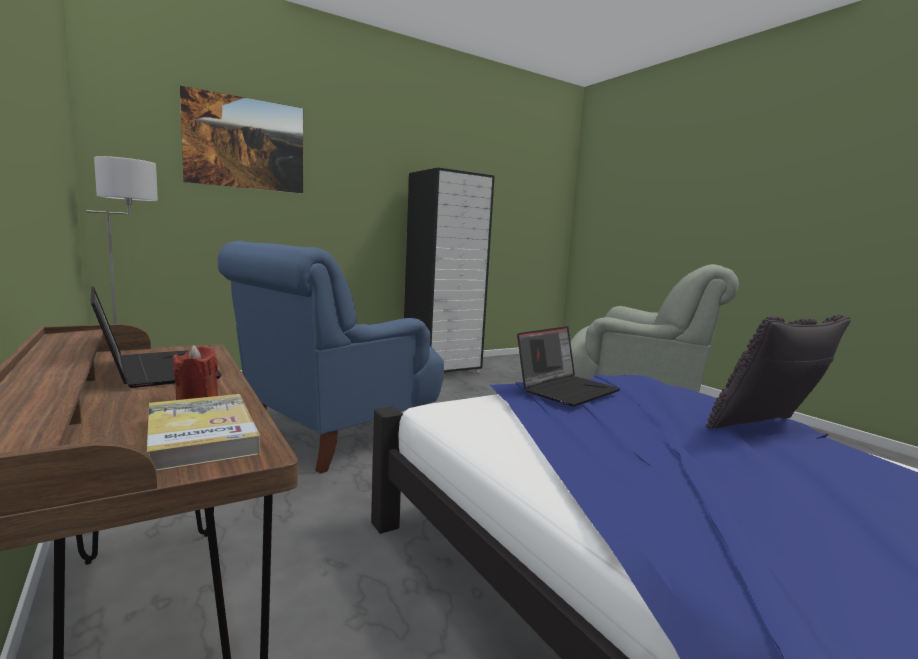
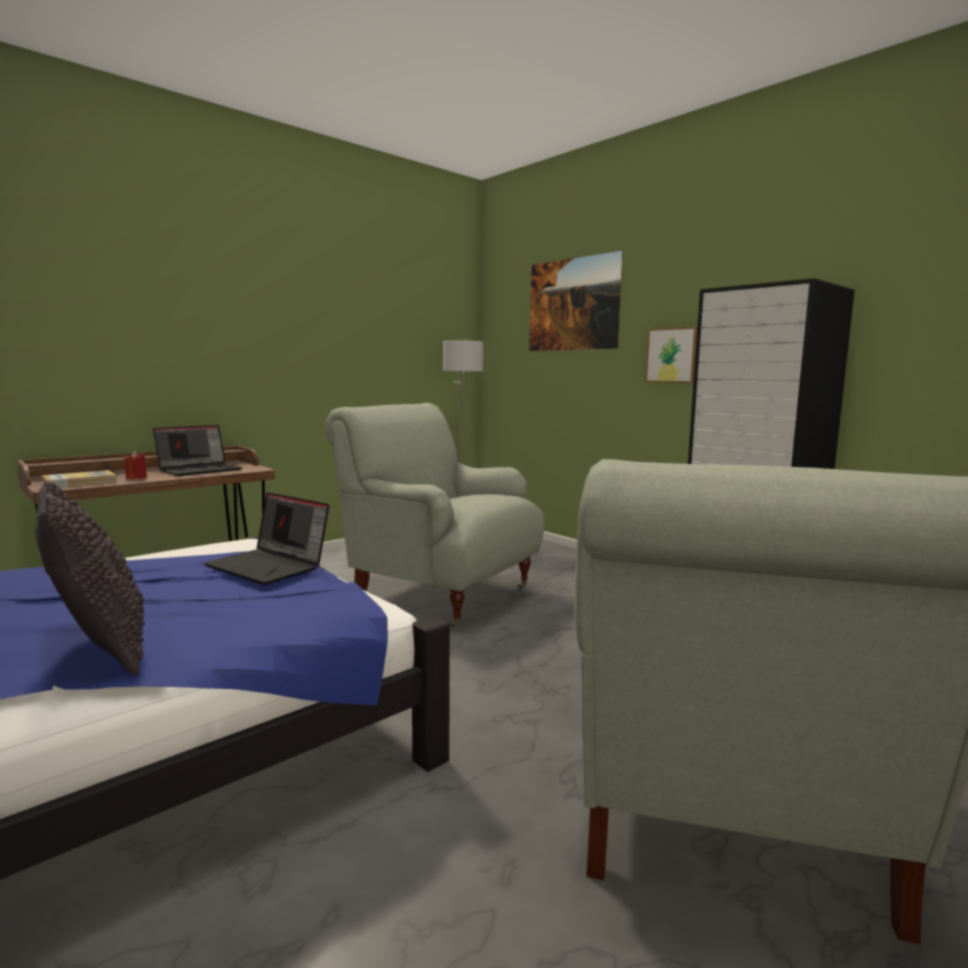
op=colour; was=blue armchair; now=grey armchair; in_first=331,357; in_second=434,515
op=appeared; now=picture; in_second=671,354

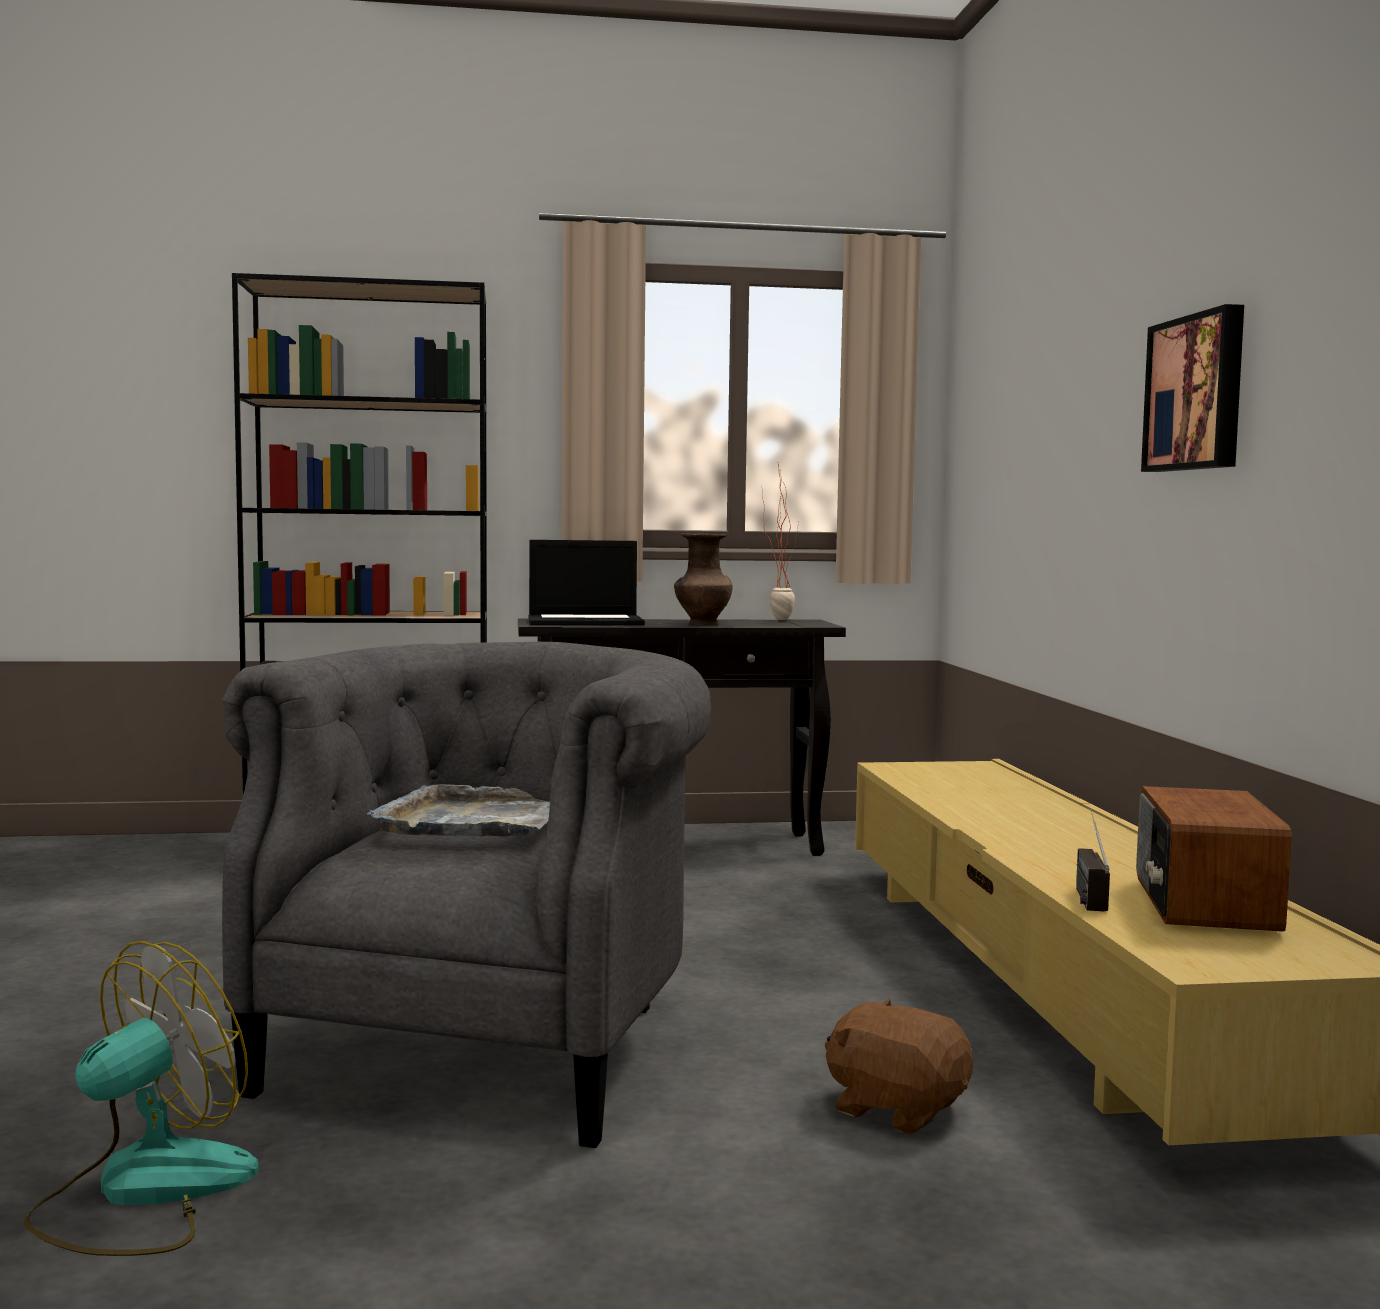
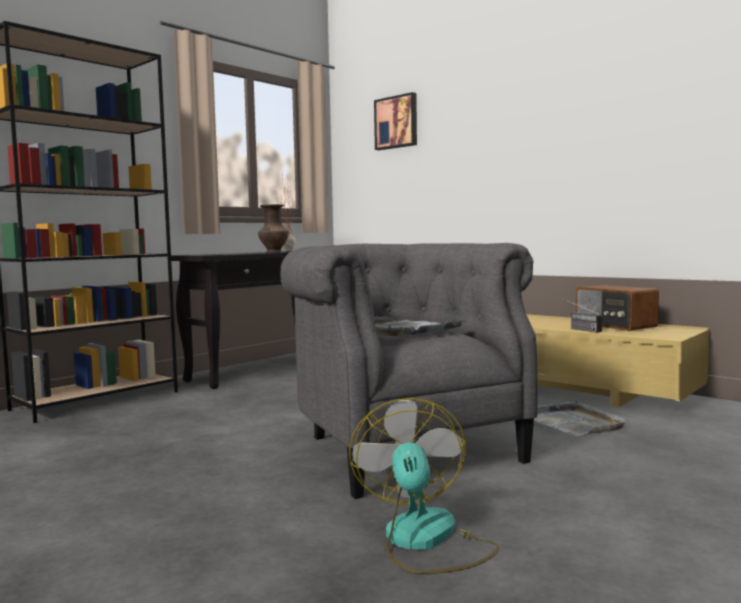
op=relocated; was=picture; in_first=1192,388; in_second=395,121
op=missing; was=laptop; in_first=586,582
op=exchanged; was=brown plush toy; now=grey tray; in_first=899,1066; in_second=580,418

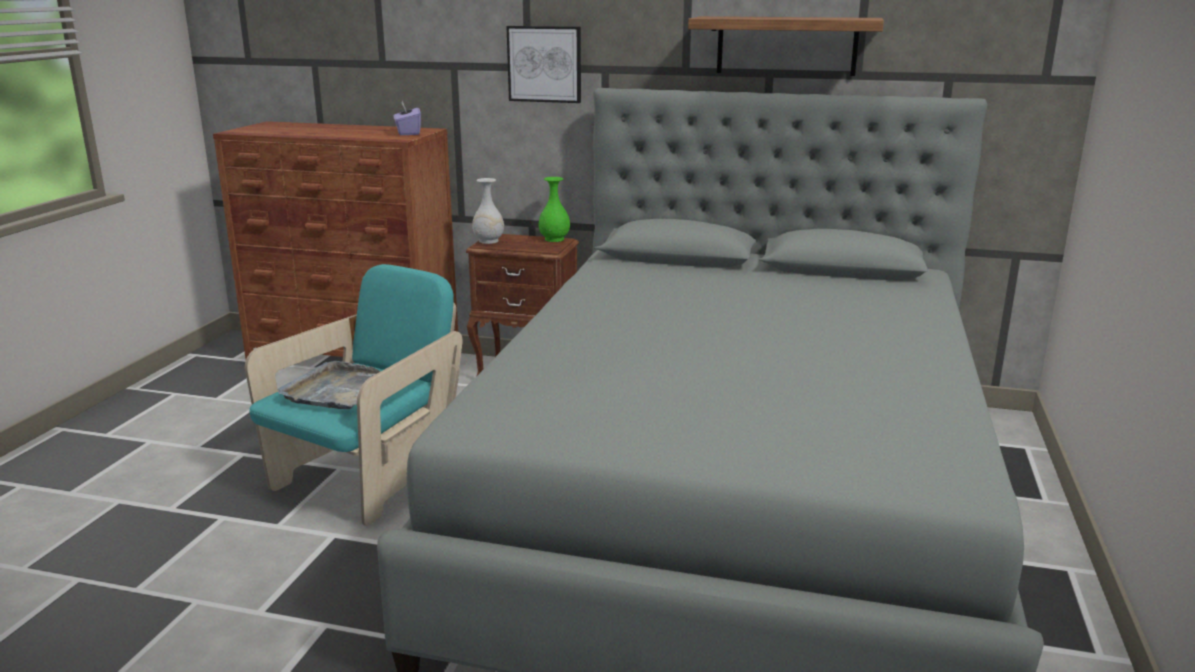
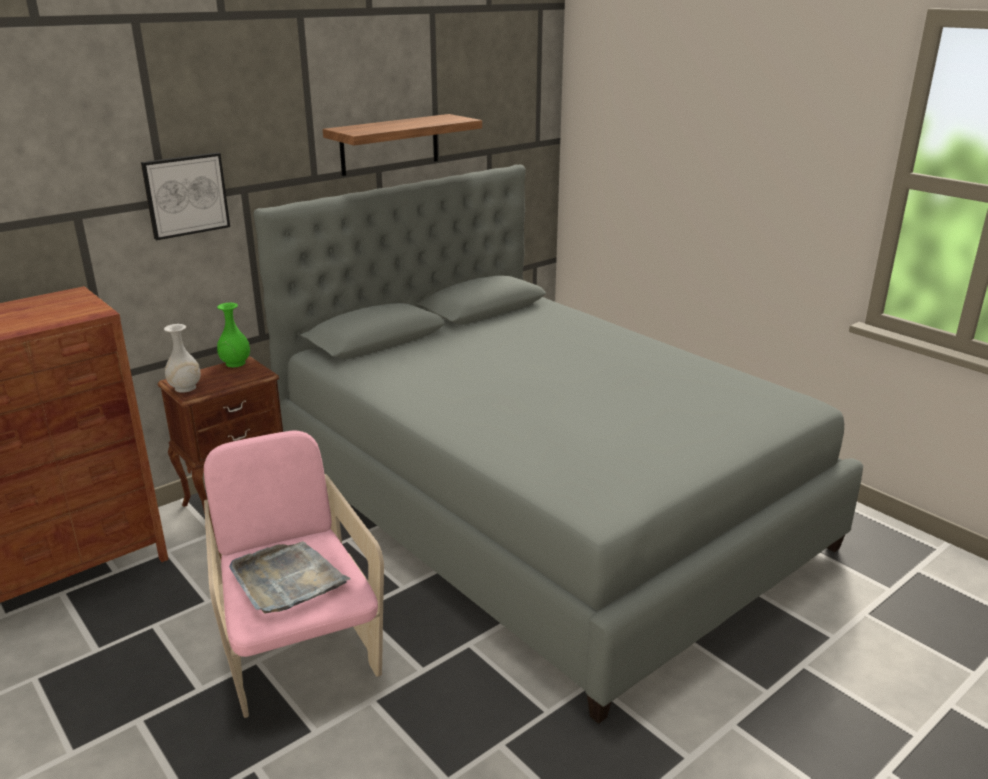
op=missing; was=purple tissue box; in_first=407,118
op=colour; was=turquoise armchair; now=pink armchair; in_first=354,395; in_second=294,574

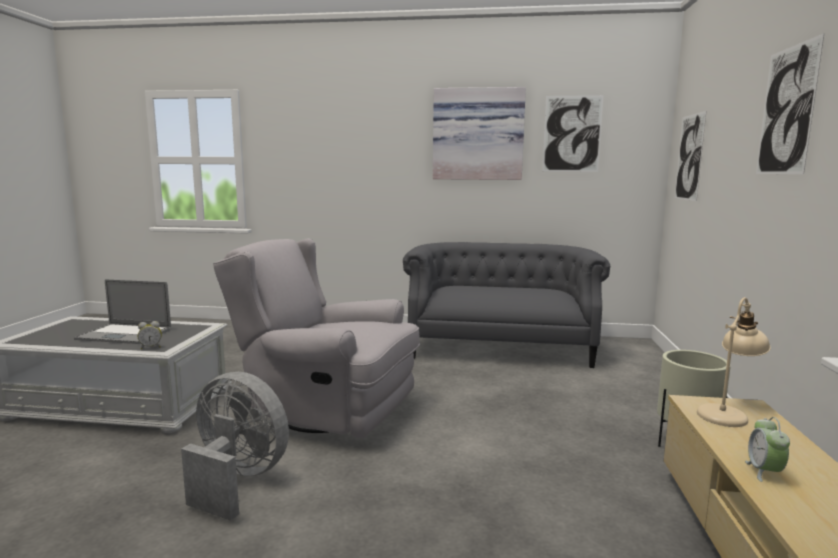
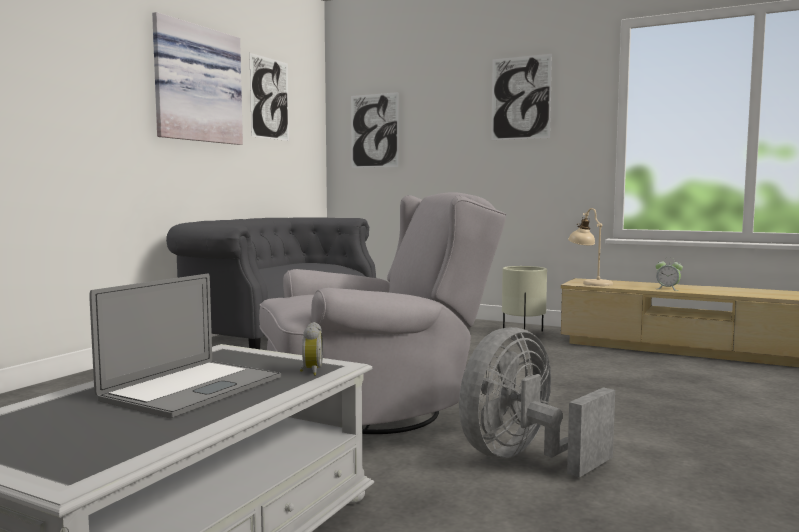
op=spun; was=grey armchair; in_first=316,338; in_second=382,313; clockwise=-150

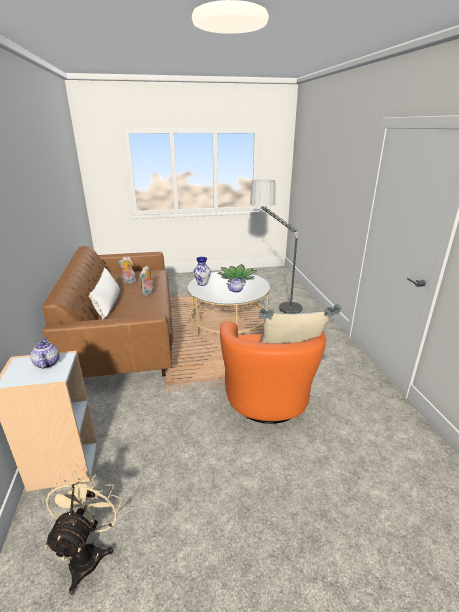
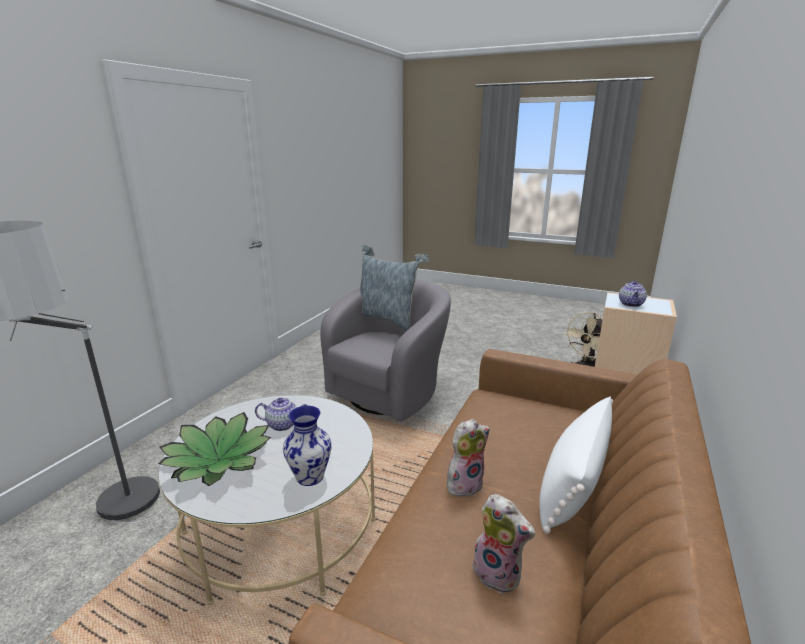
op=colour; was=orange armchair; now=grey armchair; in_first=273,372; in_second=385,350

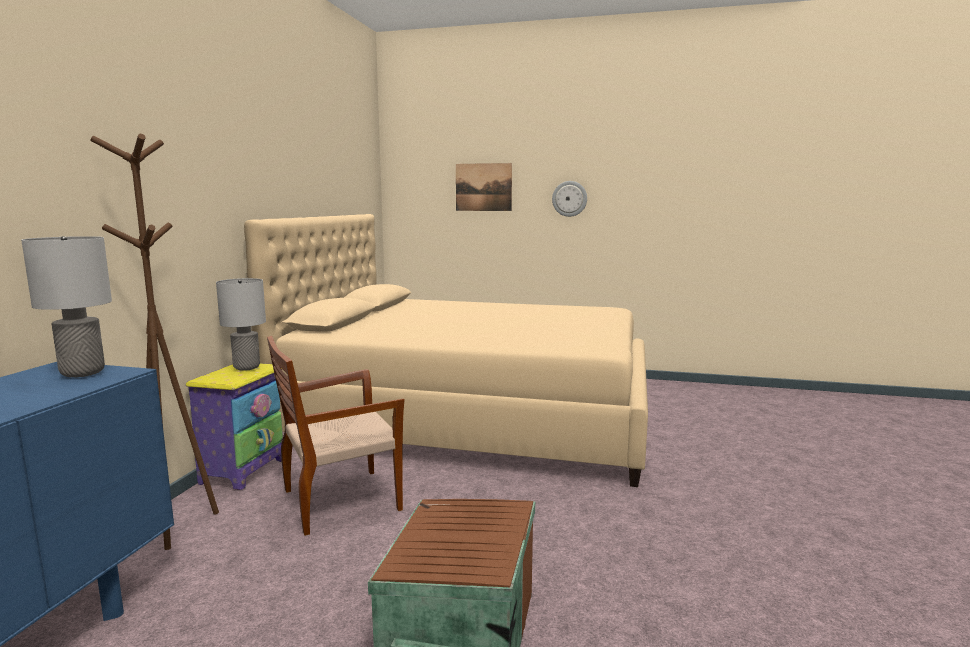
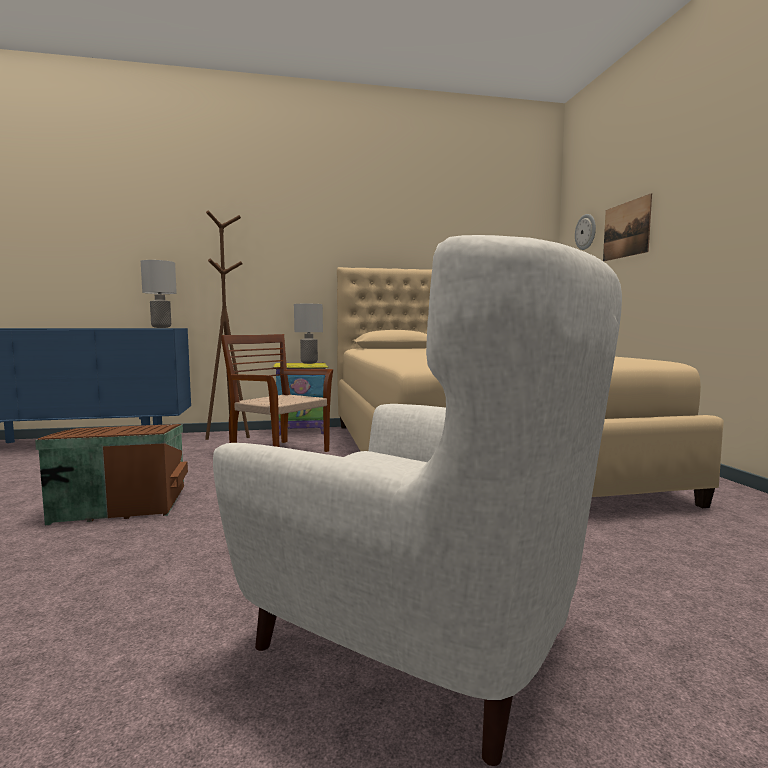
op=relocated; was=wall clock; in_first=569,199; in_second=585,232
op=appeared; now=white armchair; in_second=417,500

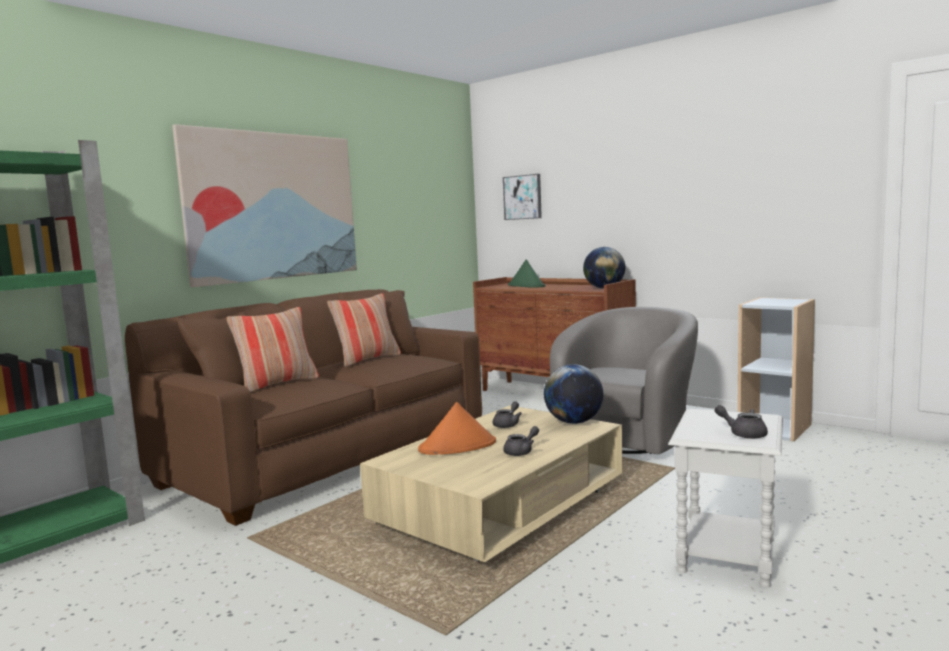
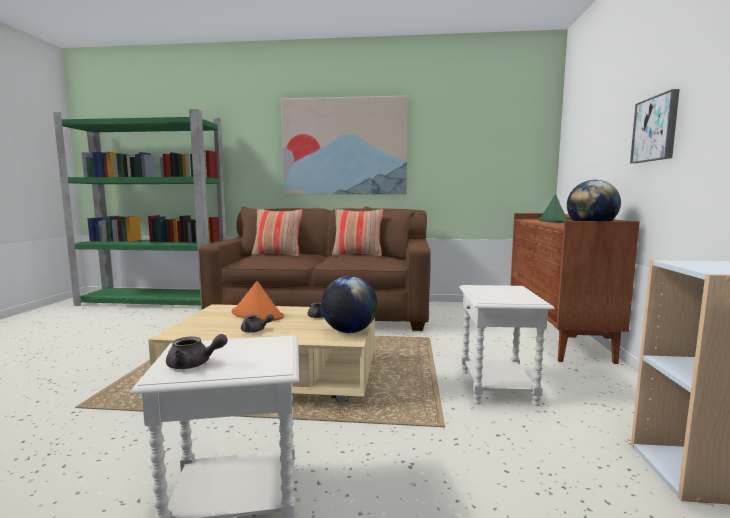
op=relocated; was=picture; in_first=522,197; in_second=655,126
op=exchanged; was=grey armchair; now=white side table; in_first=624,380; in_second=507,345
op=spun; was=grey teapot; in_first=741,422; in_second=196,351; clockwise=90

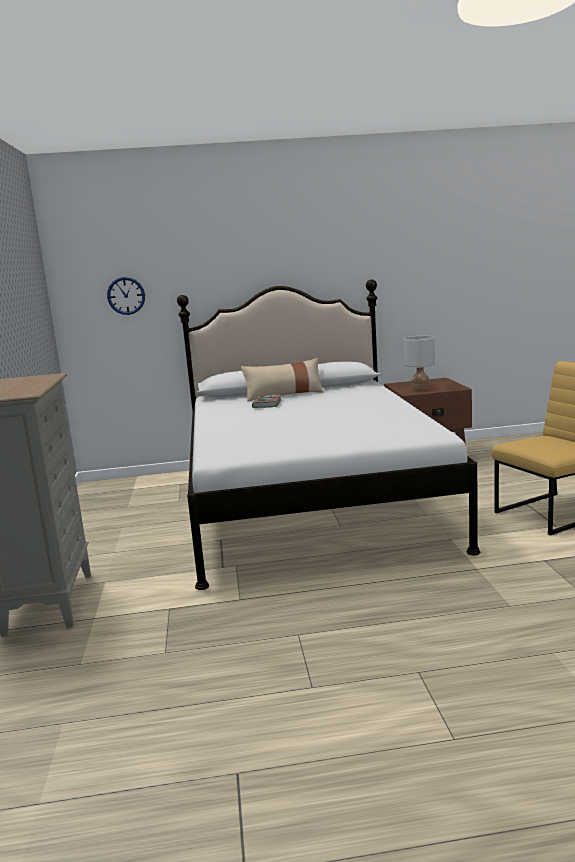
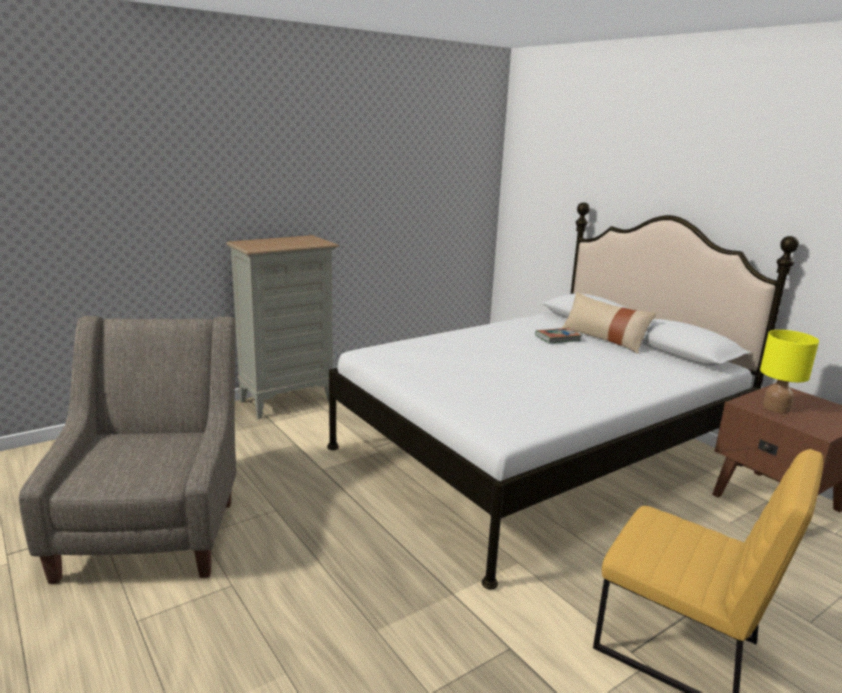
op=missing; was=wall clock; in_first=126,296
op=colour; was=grey table lamp; now=yellow table lamp; in_first=419,363; in_second=789,371
op=appeared; now=grey armchair; in_second=127,450

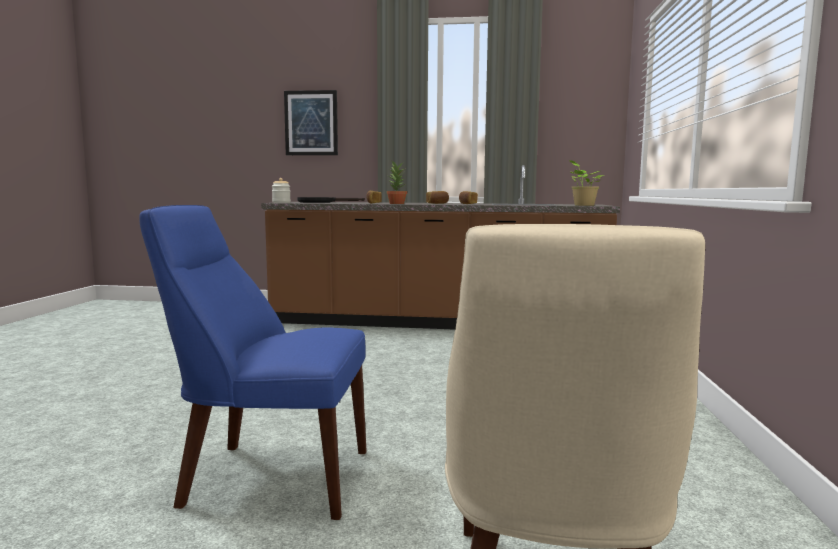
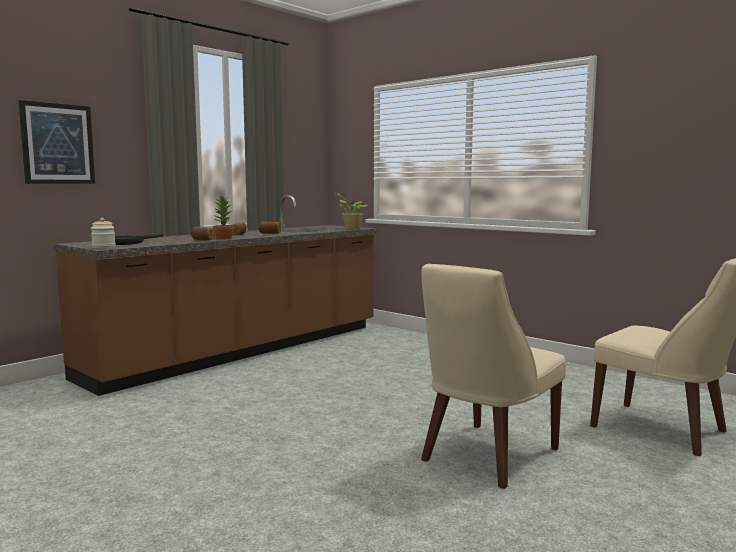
op=colour; was=blue chair; now=beige chair; in_first=253,362; in_second=493,376

